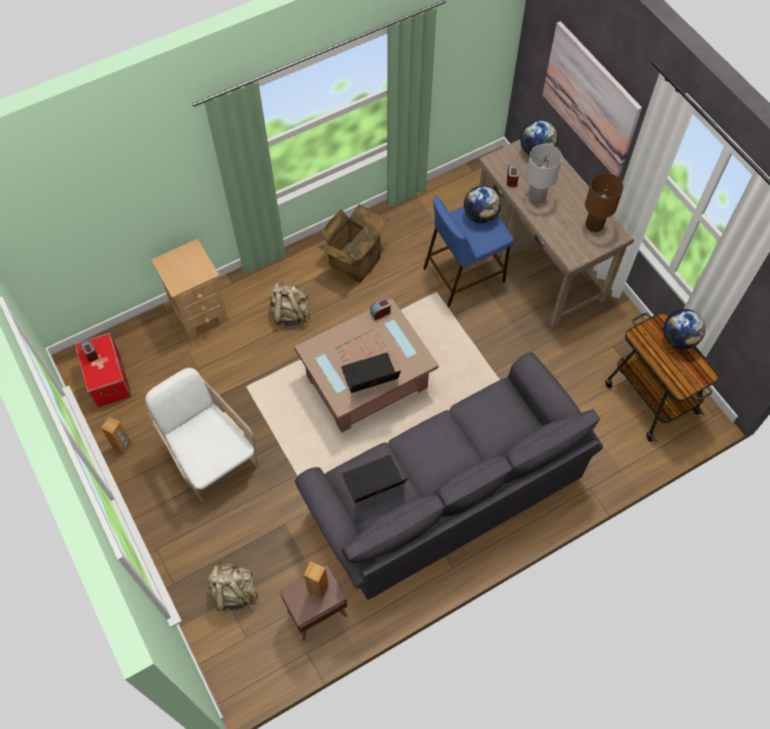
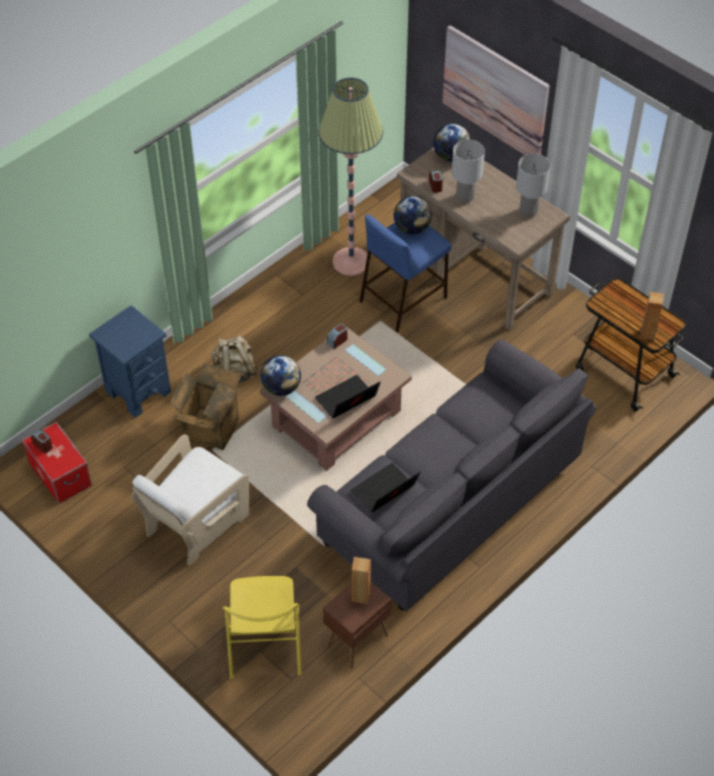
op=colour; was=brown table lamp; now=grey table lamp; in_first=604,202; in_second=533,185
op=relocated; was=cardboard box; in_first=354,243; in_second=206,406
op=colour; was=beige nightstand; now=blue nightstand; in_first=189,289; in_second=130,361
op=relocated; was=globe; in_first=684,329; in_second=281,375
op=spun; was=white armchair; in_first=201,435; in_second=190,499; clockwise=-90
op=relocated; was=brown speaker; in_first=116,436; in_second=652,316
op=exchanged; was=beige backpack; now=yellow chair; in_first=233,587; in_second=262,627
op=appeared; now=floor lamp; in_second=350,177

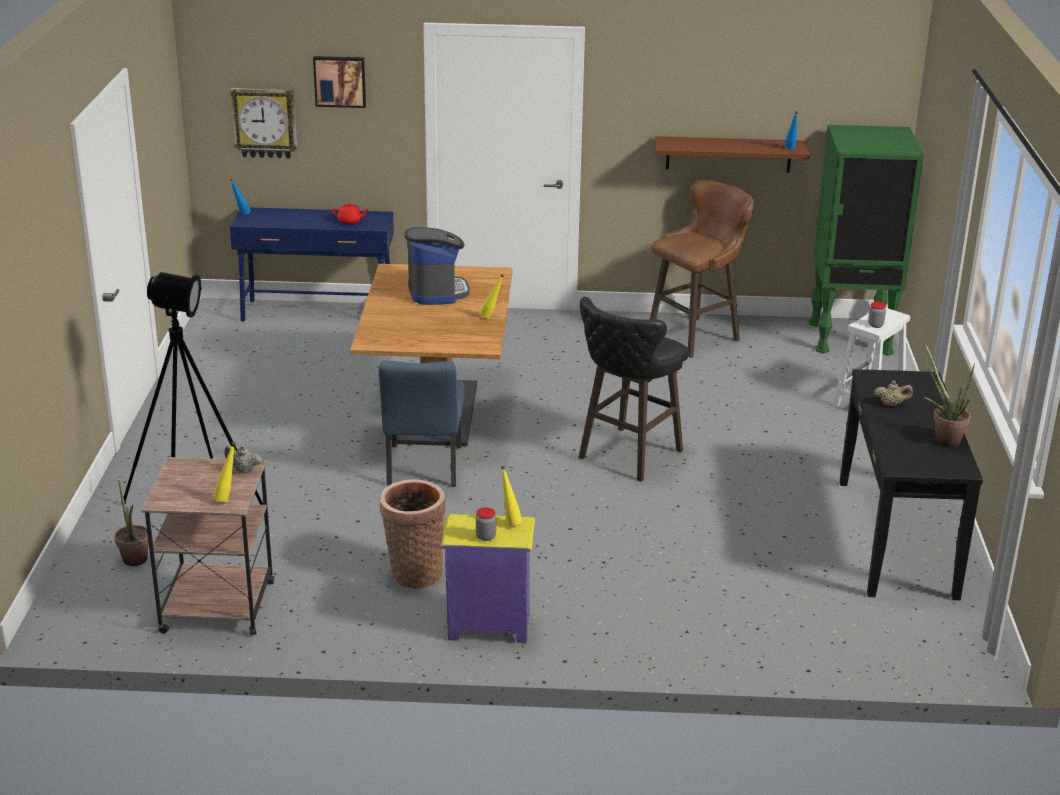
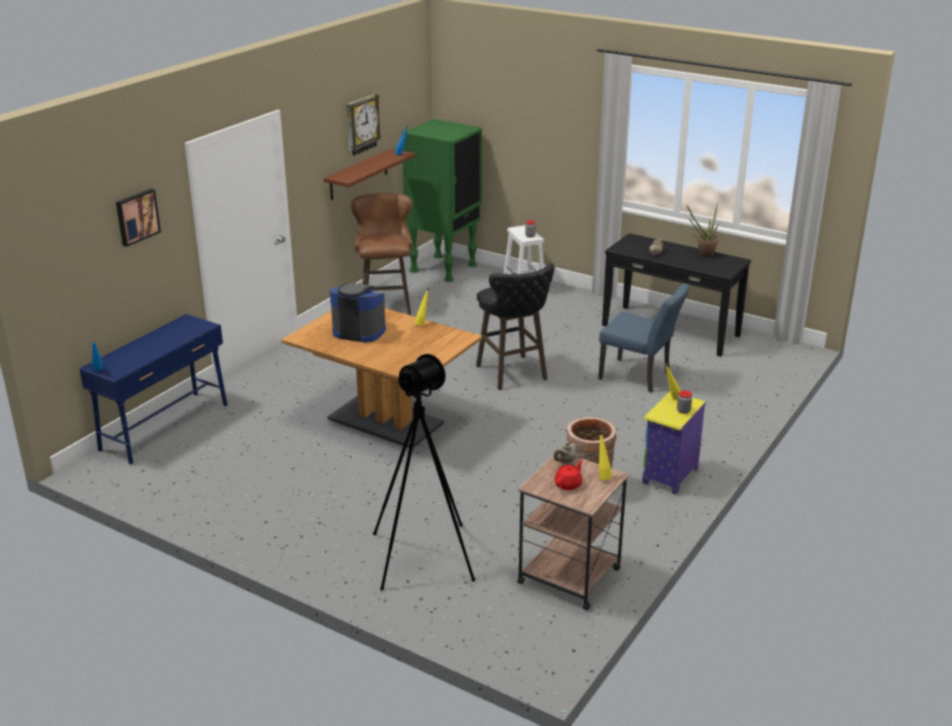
op=relocated; was=wall clock; in_first=263,123; in_second=363,124
op=relocated; was=red teapot; in_first=350,214; in_second=569,475
op=relocated; was=blue chair; in_first=422,424; in_second=644,338
op=missing; was=potted plant; in_first=131,523

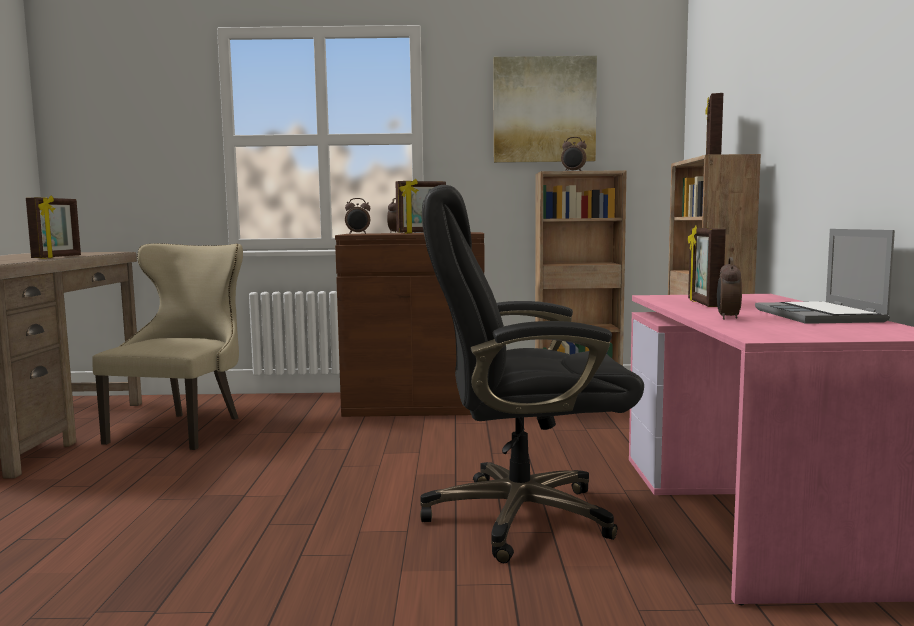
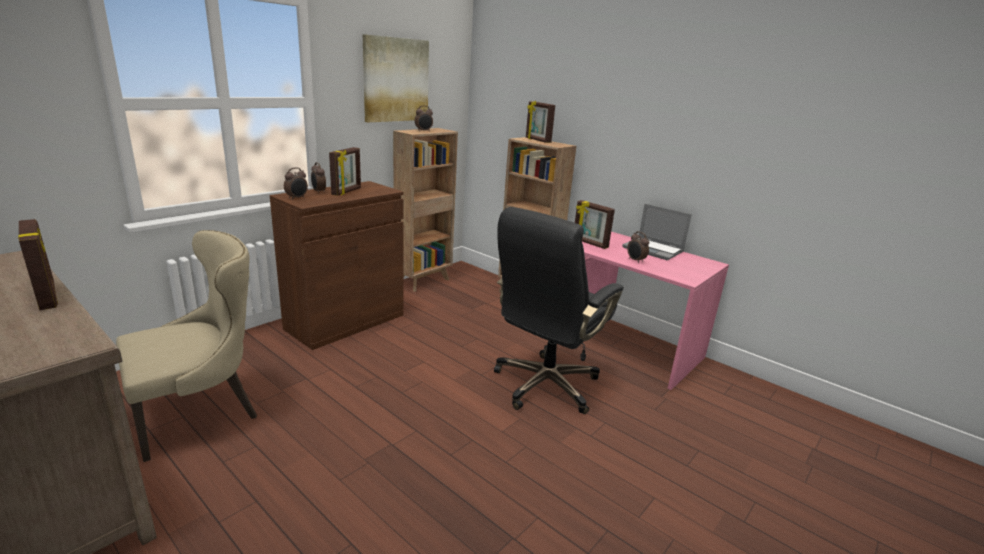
op=spun; was=beige chair; in_first=167,346; in_second=186,346; clockwise=90

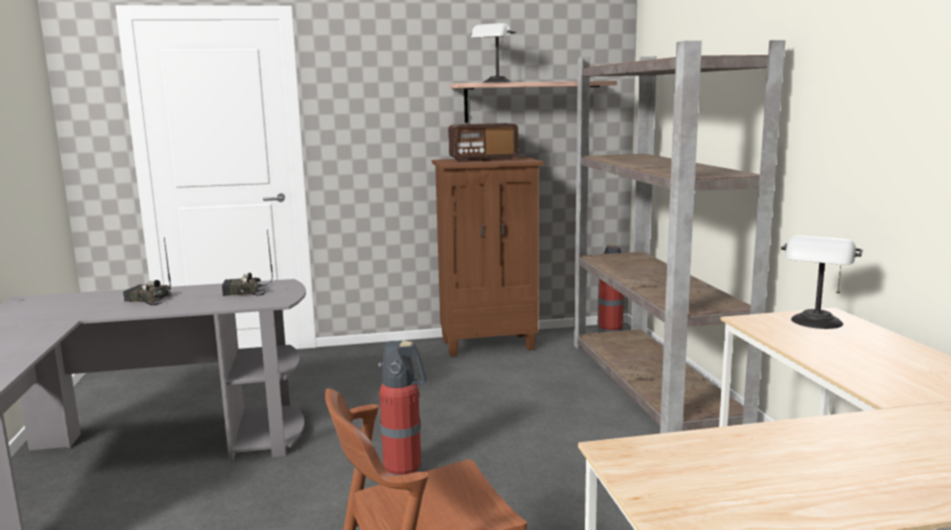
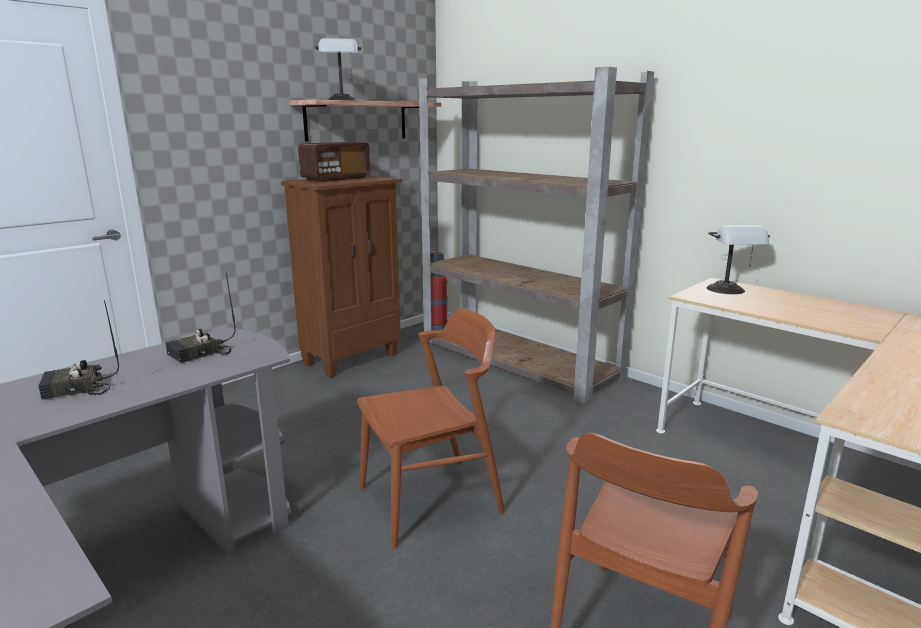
op=exchanged; was=fire extinguisher; now=brown chair; in_first=402,408; in_second=431,428

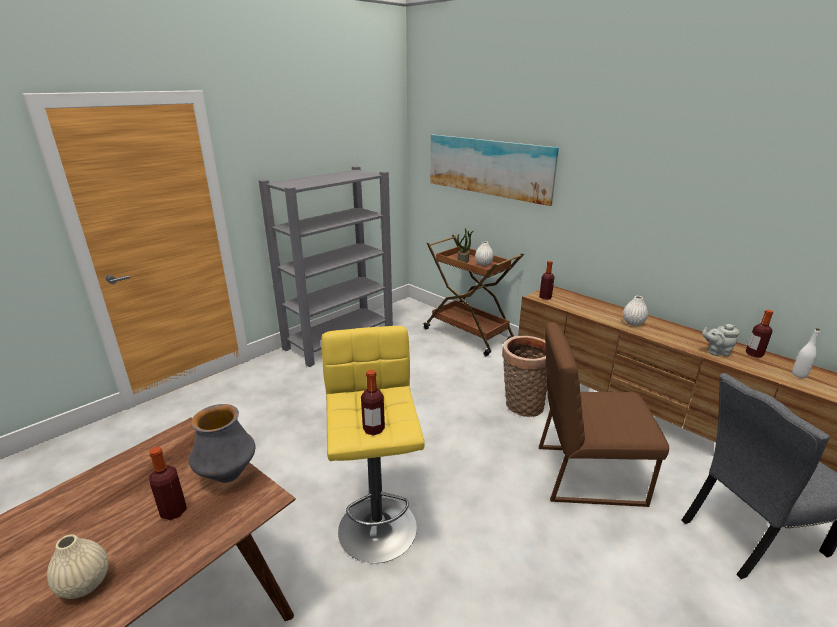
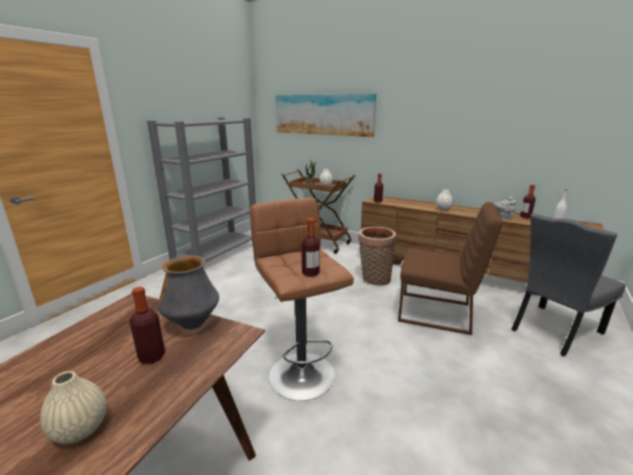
op=spun; was=brown chair; in_first=604,414; in_second=450,268; clockwise=-150
op=colour; was=yellow stool; now=brown stool; in_first=373,444; in_second=302,299

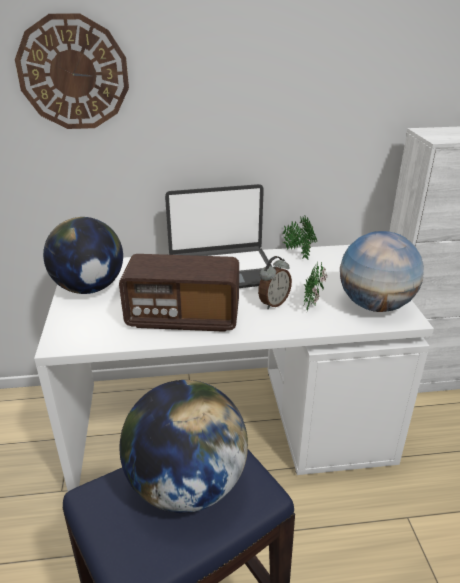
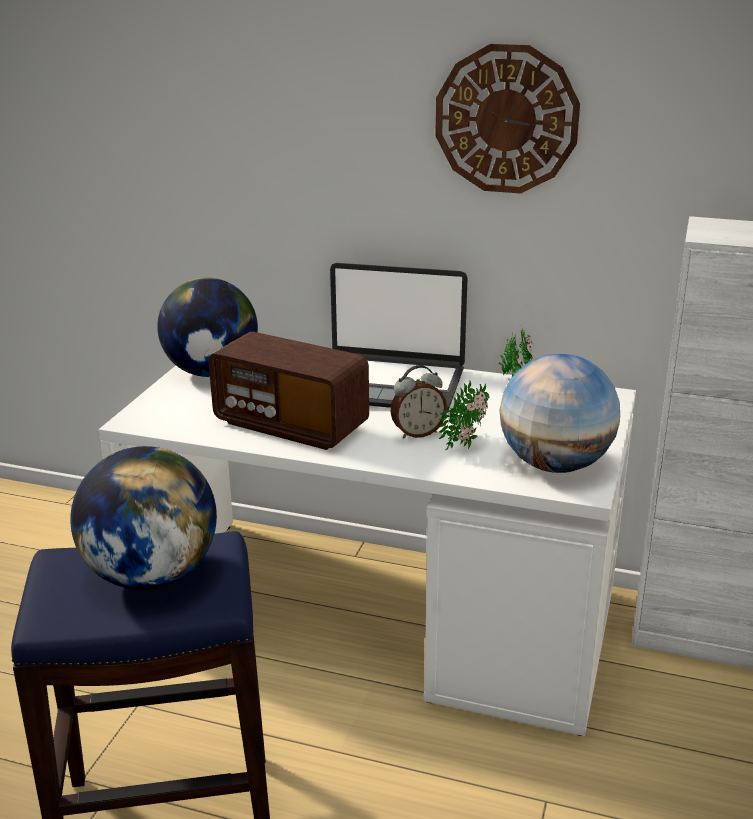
op=relocated; was=wall clock; in_first=72,71; in_second=507,119

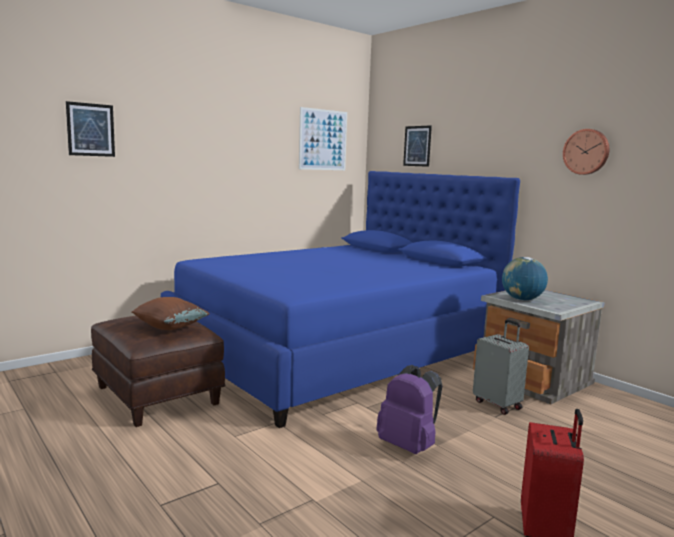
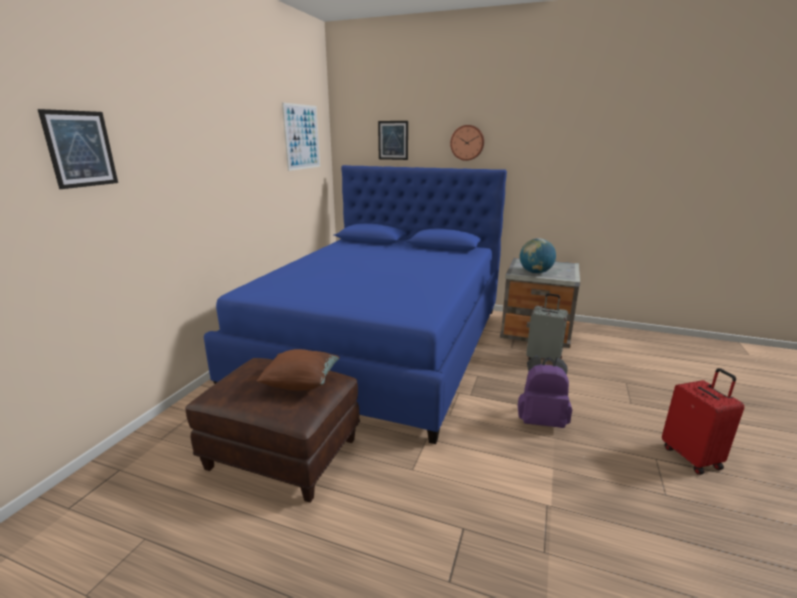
op=relocated; was=wall clock; in_first=586,152; in_second=467,143

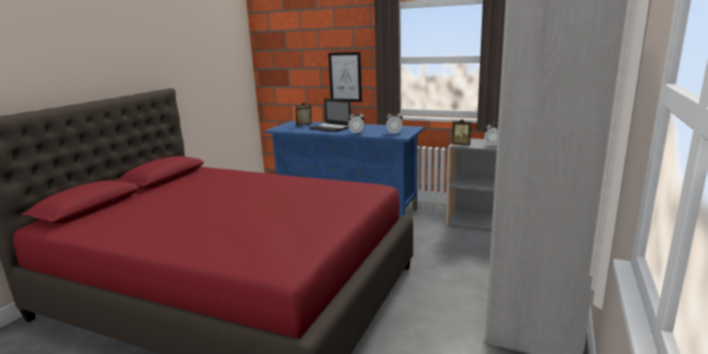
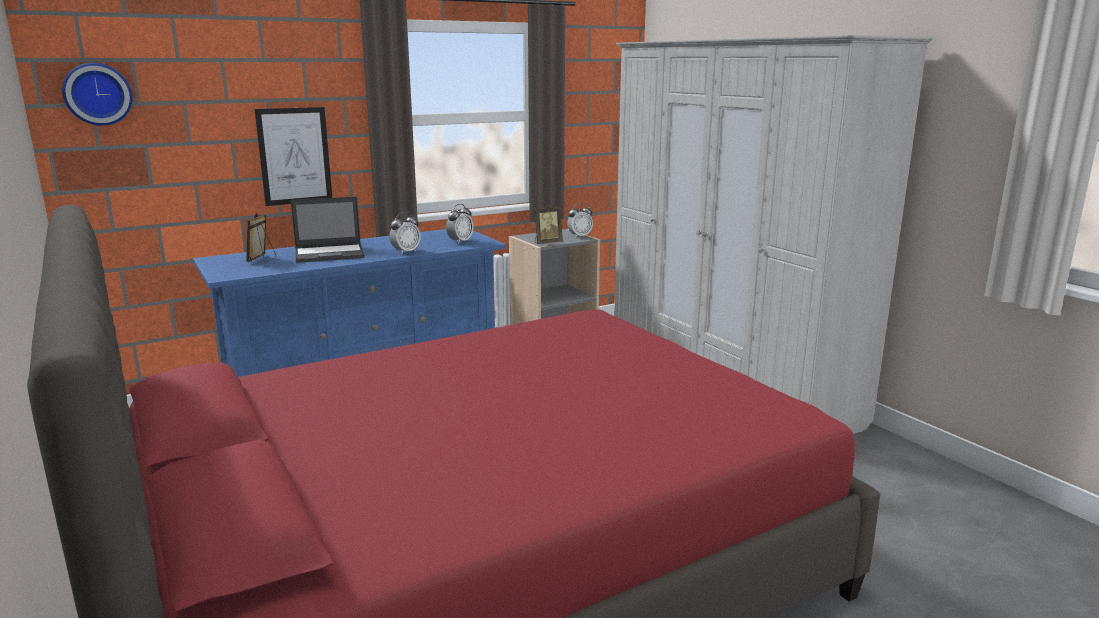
op=appeared; now=wall clock; in_second=97,94

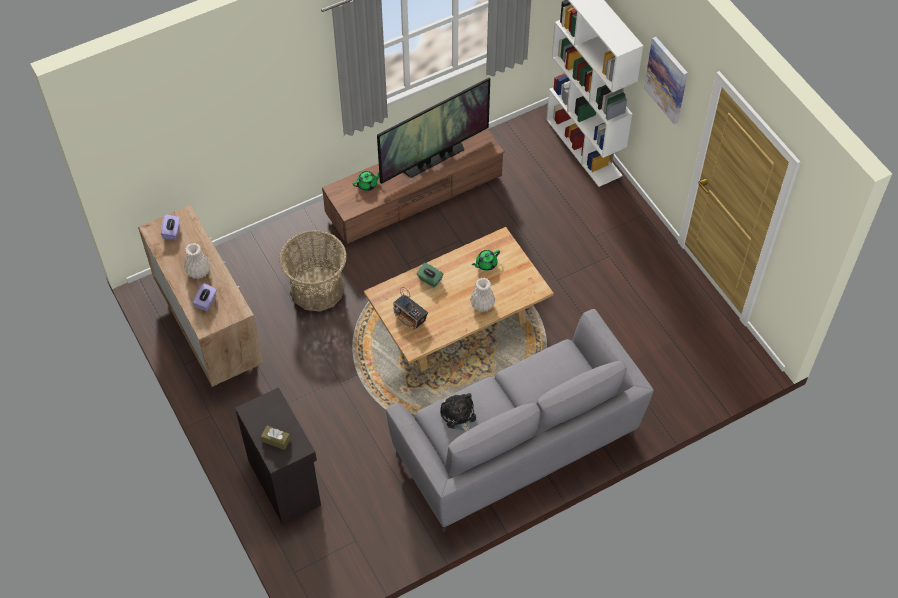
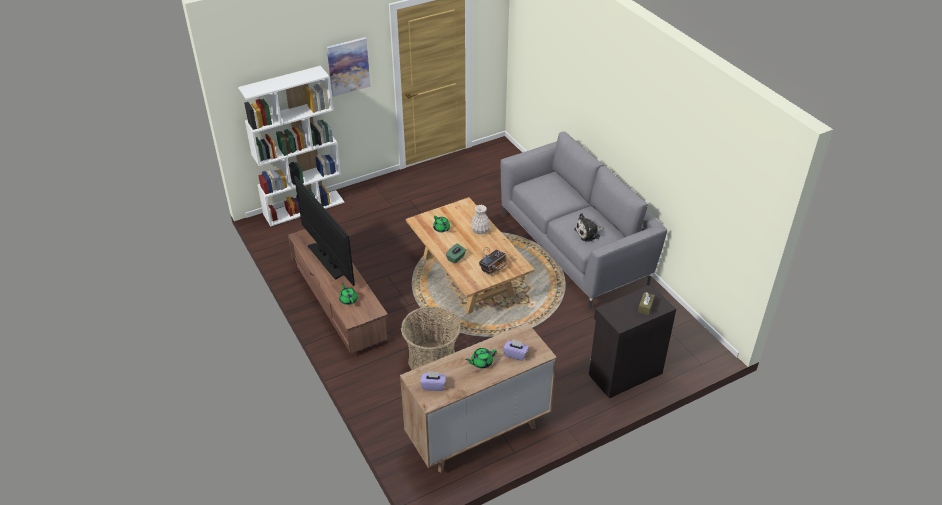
op=exchanged; was=white vase; now=green teapot; in_first=197,261; in_second=481,358

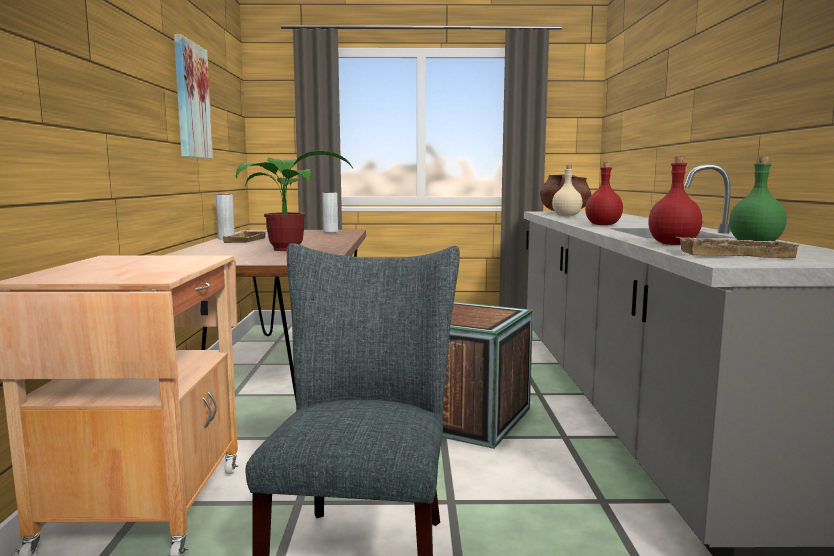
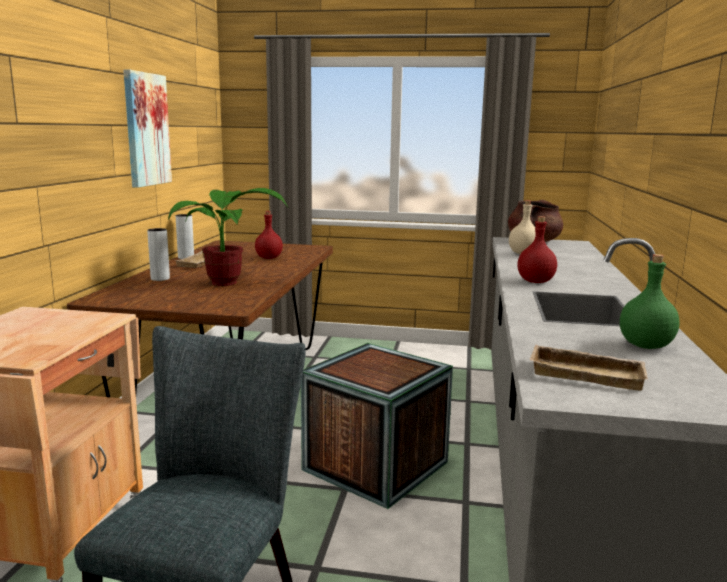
op=relocated; was=red bottle; in_first=675,200; in_second=269,235
op=relocated; was=grey vase; in_first=330,212; in_second=158,254

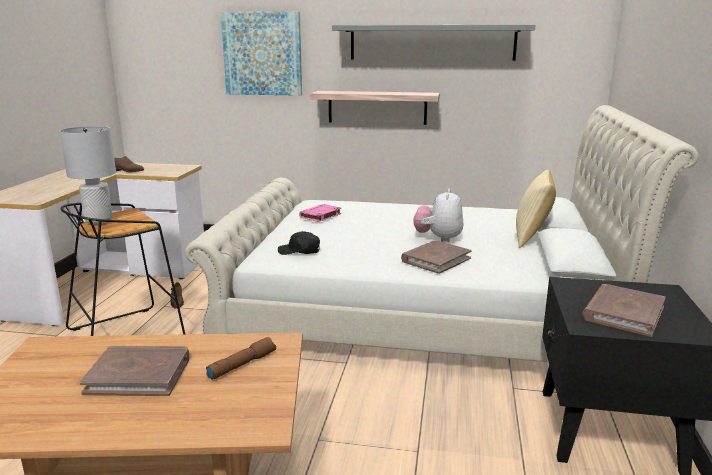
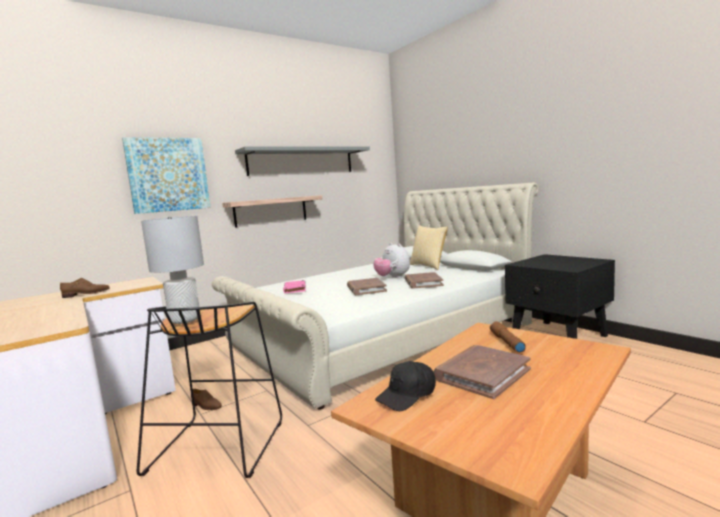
op=relocated; was=black cap; in_first=299,243; in_second=405,386
op=relocated; was=brown book; in_first=624,310; in_second=367,286

